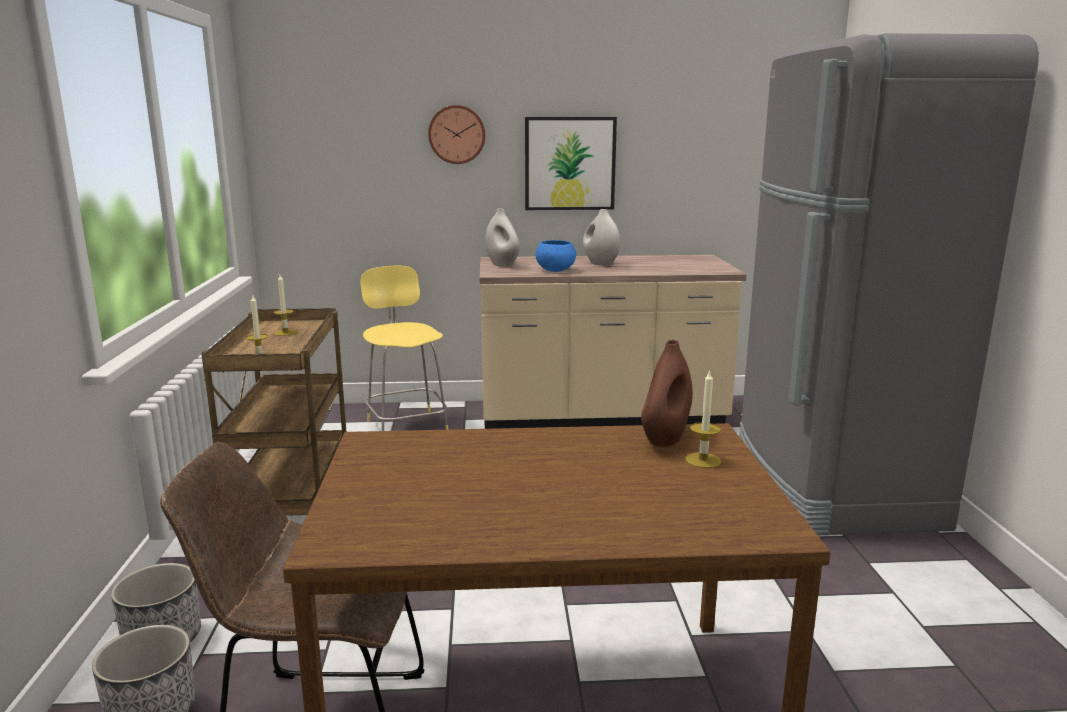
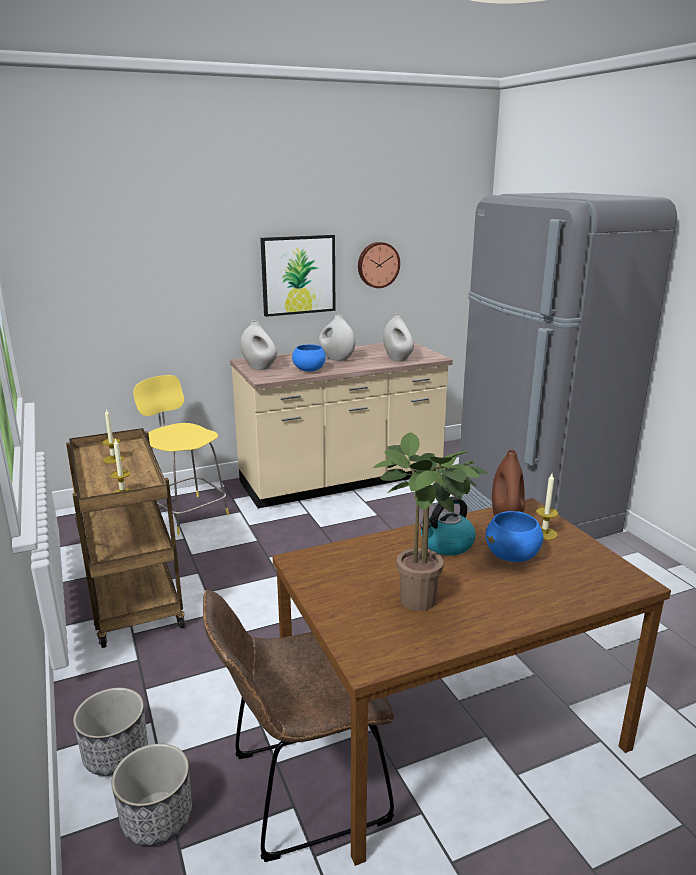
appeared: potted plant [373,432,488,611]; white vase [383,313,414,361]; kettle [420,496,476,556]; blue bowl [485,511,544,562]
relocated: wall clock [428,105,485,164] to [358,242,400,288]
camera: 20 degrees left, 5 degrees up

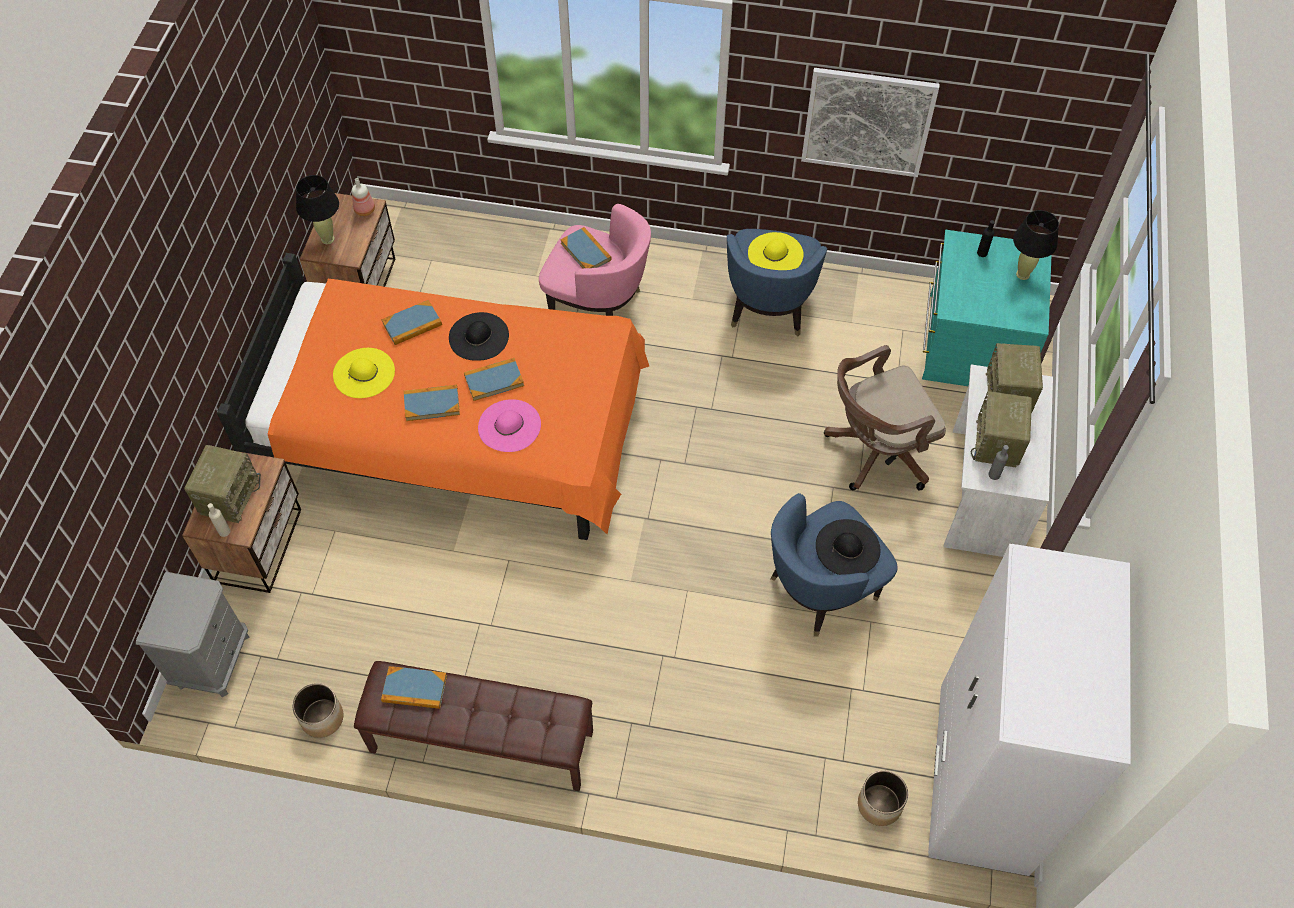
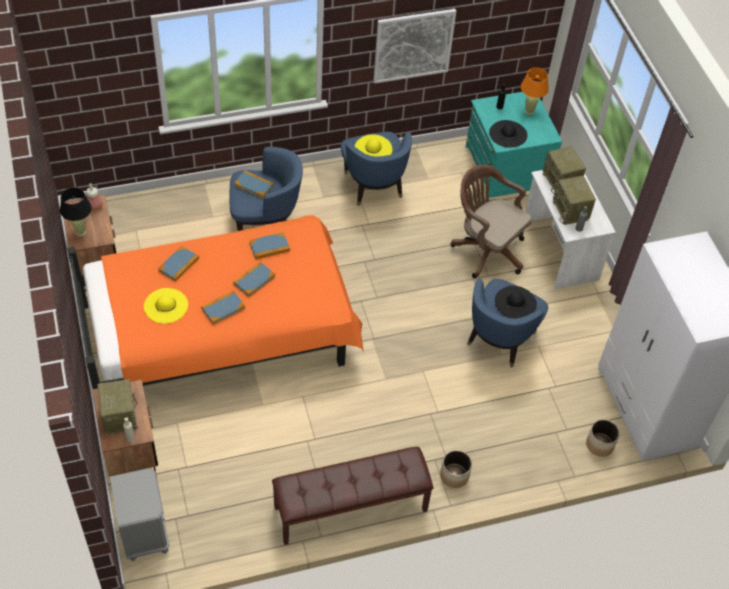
missing: pink hat [478,399,541,452]
relocated: planter [293,683,343,738] to [440,450,472,488]; book [381,666,447,709] to [249,232,290,259]; black hat [449,312,509,361] to [489,120,527,148]
colour: pink armchair [539,204,651,316] to blue armchair [230,147,303,231]; black table lamp [1013,210,1059,280] to orange table lamp [521,68,549,115]
spun: brown office chair [824,345,946,491] = [451,165,532,278] 90 degrees clockwise
camera: 30 degrees left, 5 degrees down

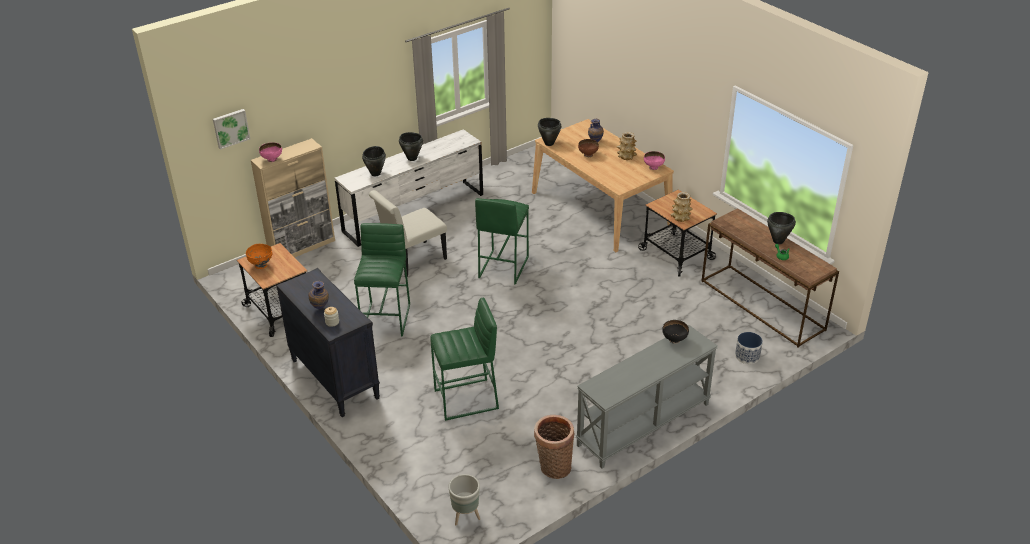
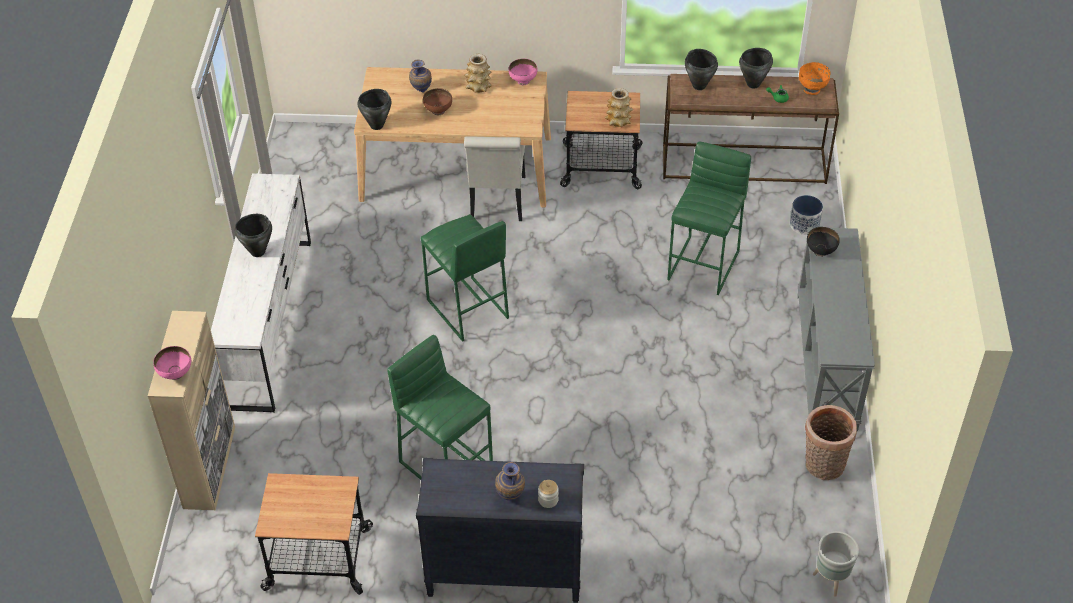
missing: picture [213,109,250,149]
relocated: orange bowl [246,244,272,269] to [799,62,831,95]; black cooking pot [362,146,386,176] to [685,49,718,90]; white chair [369,190,447,277] to [464,136,525,221]; green stool [430,298,499,421] to [667,141,751,295]
camera: 50 degrees left, 10 degrees up

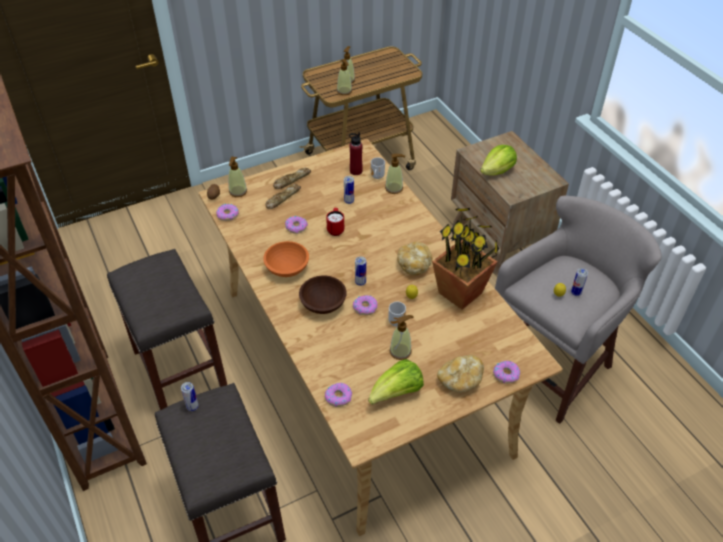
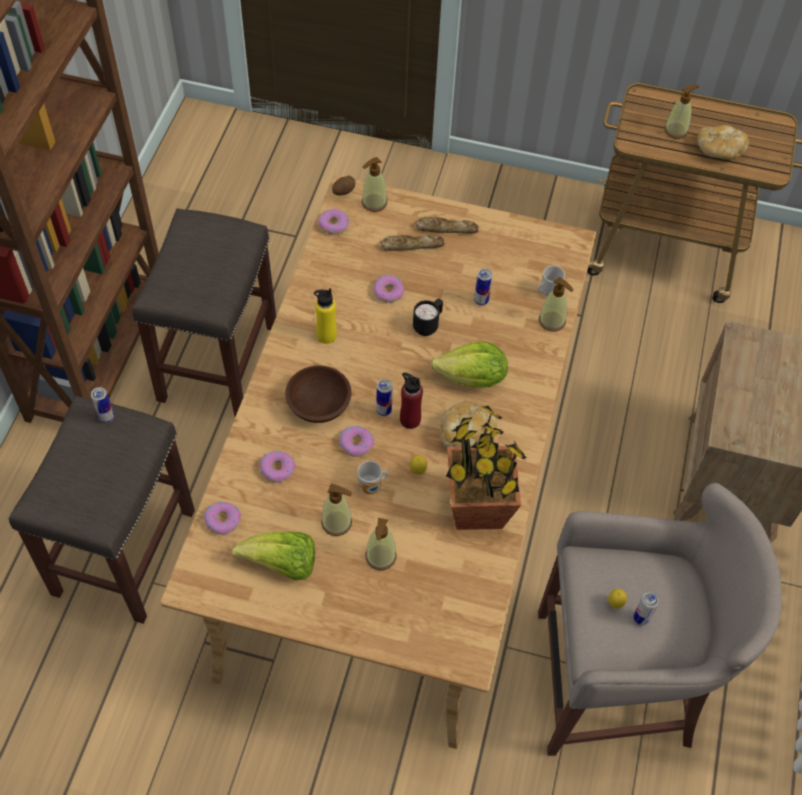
relocated: soap dispenser [337,59,352,95] to [365,518,396,570]; red bottle [349,132,363,175] to [400,372,423,429]; bread [437,355,484,393] to [697,125,749,159]; lettuce [480,145,517,176] to [431,342,508,387]; donut [493,361,520,384] to [260,450,296,483]
exchanged: orange bowl [263,241,309,277] to yellow bottle [314,288,337,344]
colour: red mug [326,208,344,236] to black mug [413,299,443,336]
camera: 40 degrees right, 10 degrees up

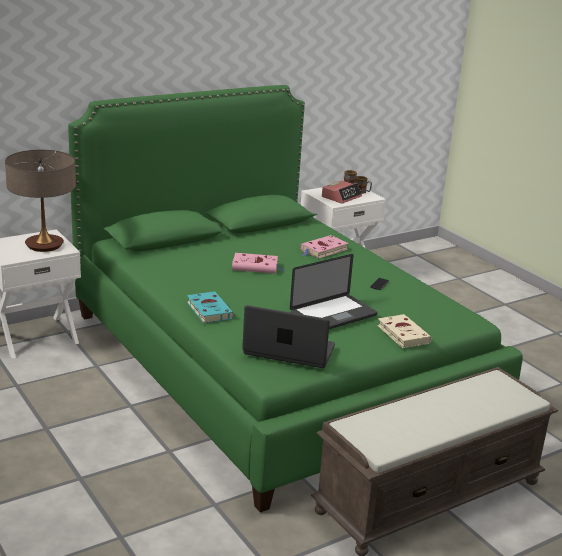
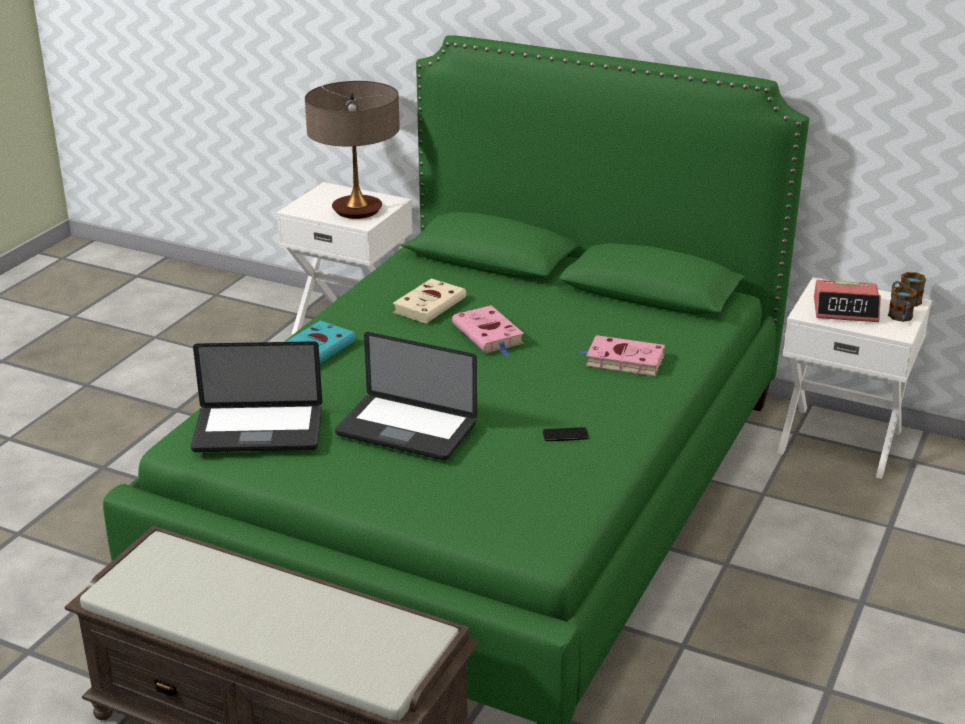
relocated: beige book [377,314,432,348] to [393,279,466,323]
spun: laptop [242,305,335,368] = [191,341,322,452] 105 degrees clockwise
camera: 60 degrees right, 5 degrees up

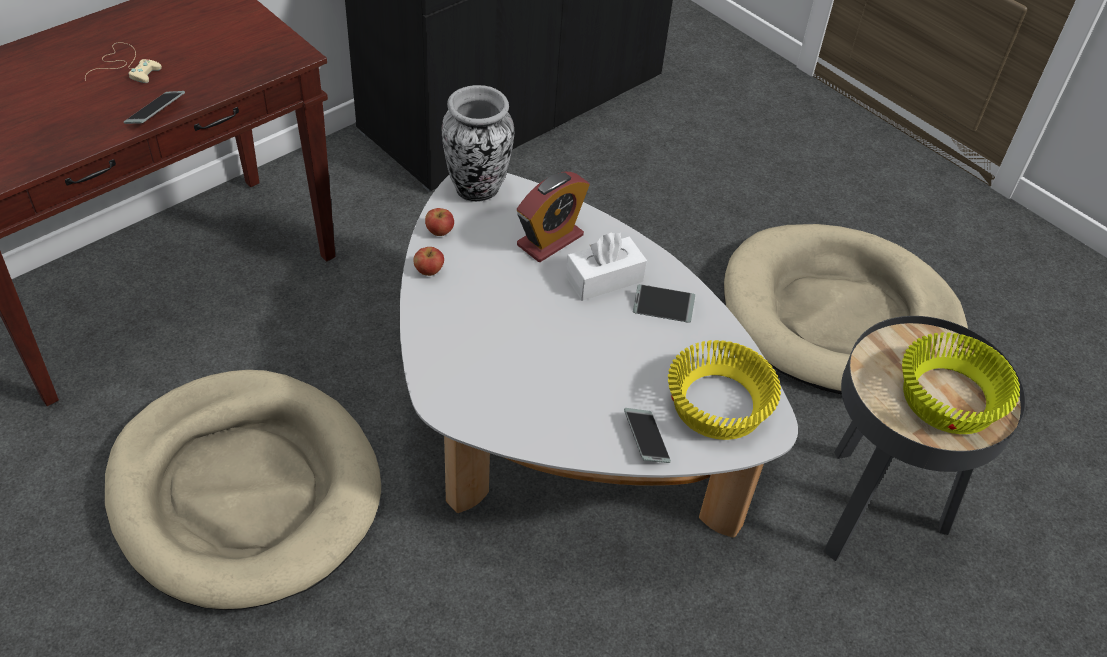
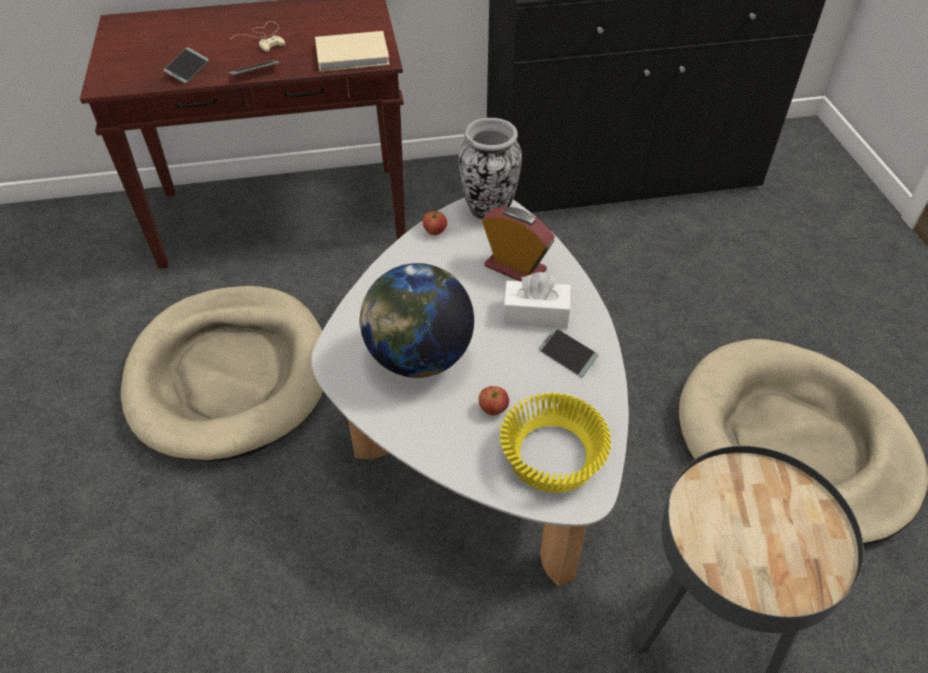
missing: yellow bowl [902,332,1020,434]
appeared: beige book [315,31,390,71]; globe [359,263,474,378]
relocated: apple [413,247,444,276] to [479,386,509,415]; phone [624,408,671,463] to [164,47,209,83]
spun: alarm clock [517,172,589,262] = [482,207,555,281] 135 degrees counterclockwise
camera: 35 degrees right, 0 degrees up

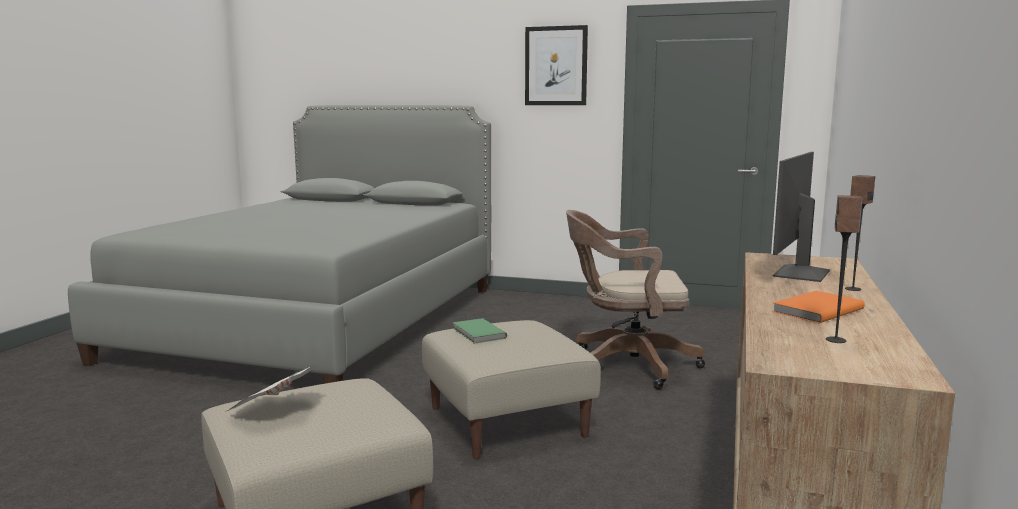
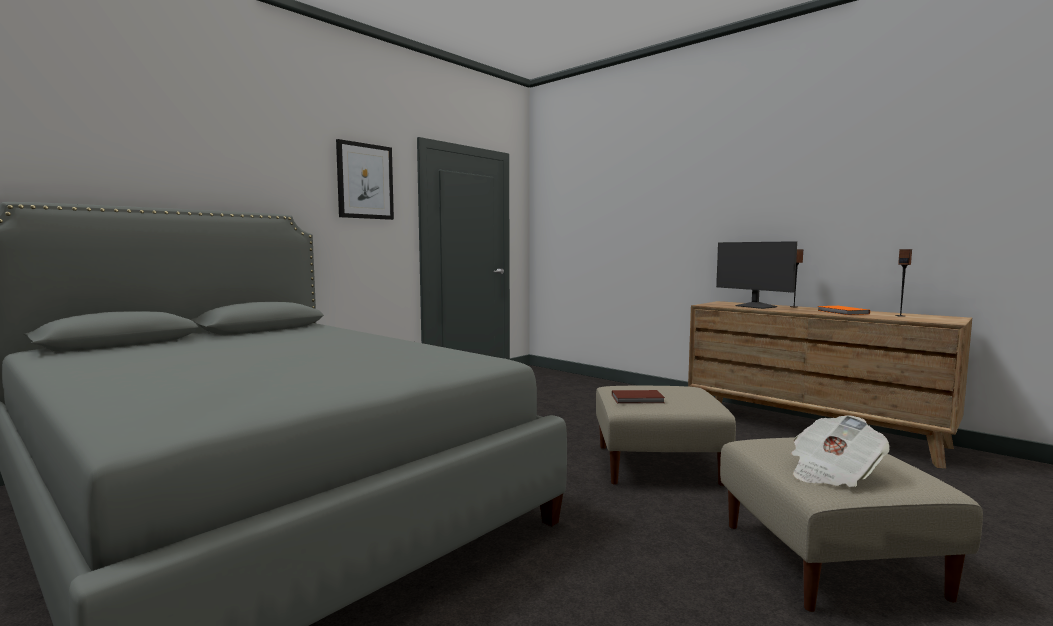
missing: brown office chair [566,210,705,390]
colour: green book [453,318,507,344] to brown book [612,390,665,404]
camera: 65 degrees left, 5 degrees down

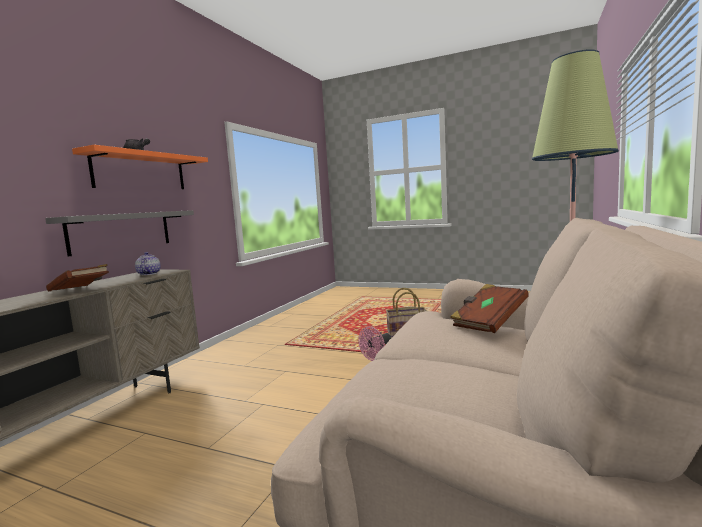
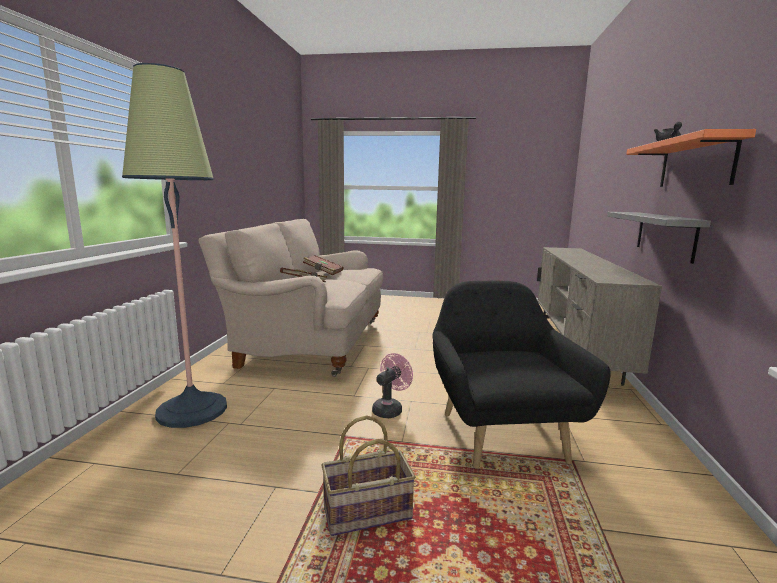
missing: teapot [135,252,161,275]
appeared: black armchair [433,281,611,469]
relocated: brown book [46,264,109,291] to [303,255,344,275]
camera: 165 degrees right, 5 degrees up

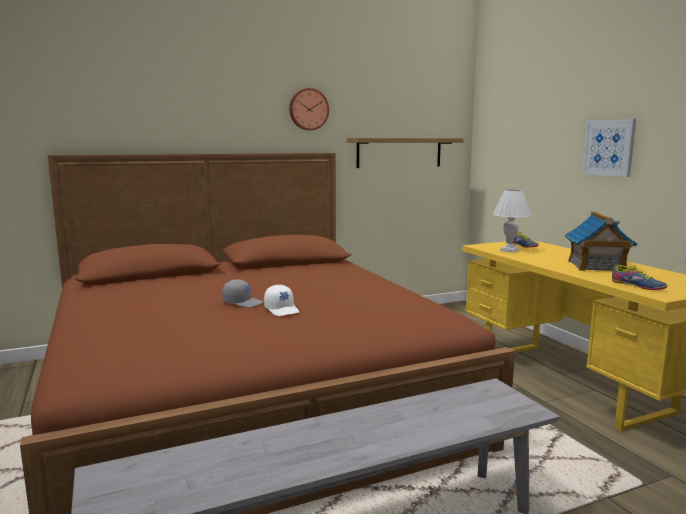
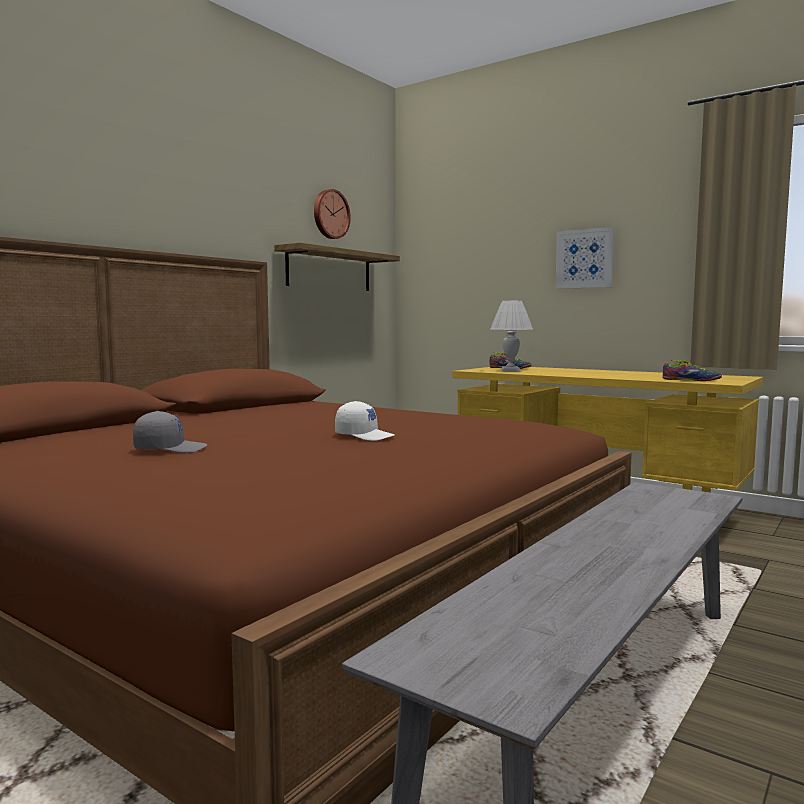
missing: toy house [565,212,638,271]
relocated: grey cap [222,279,263,308] to [133,411,208,453]; wall clock [289,88,329,130] to [314,189,351,239]
camera: 30 degrees left, 5 degrees down

